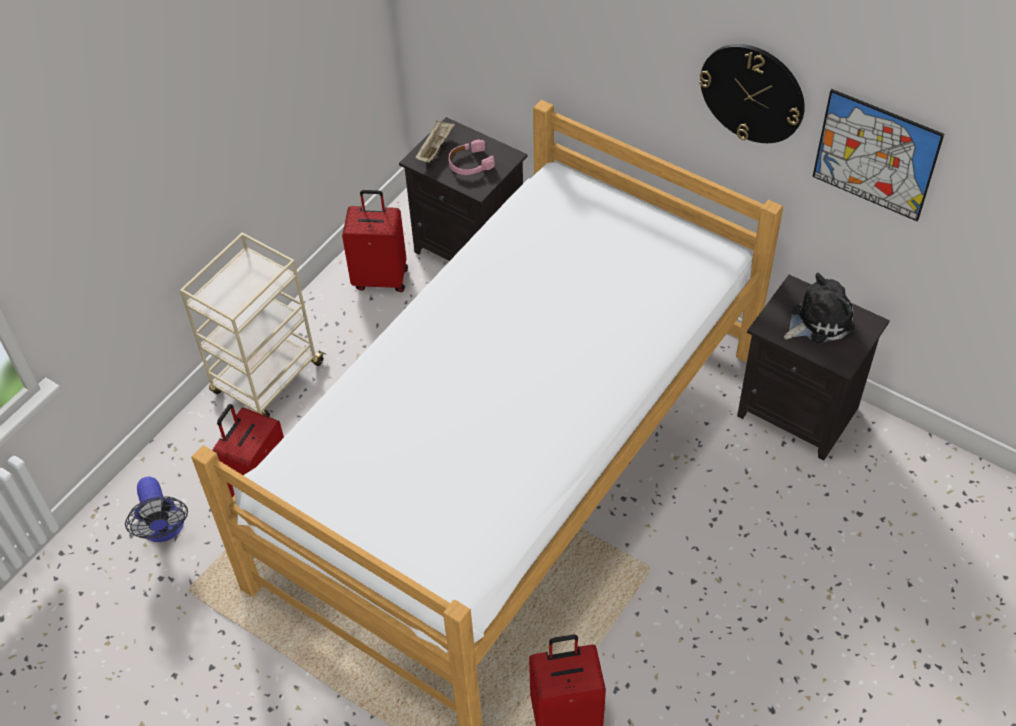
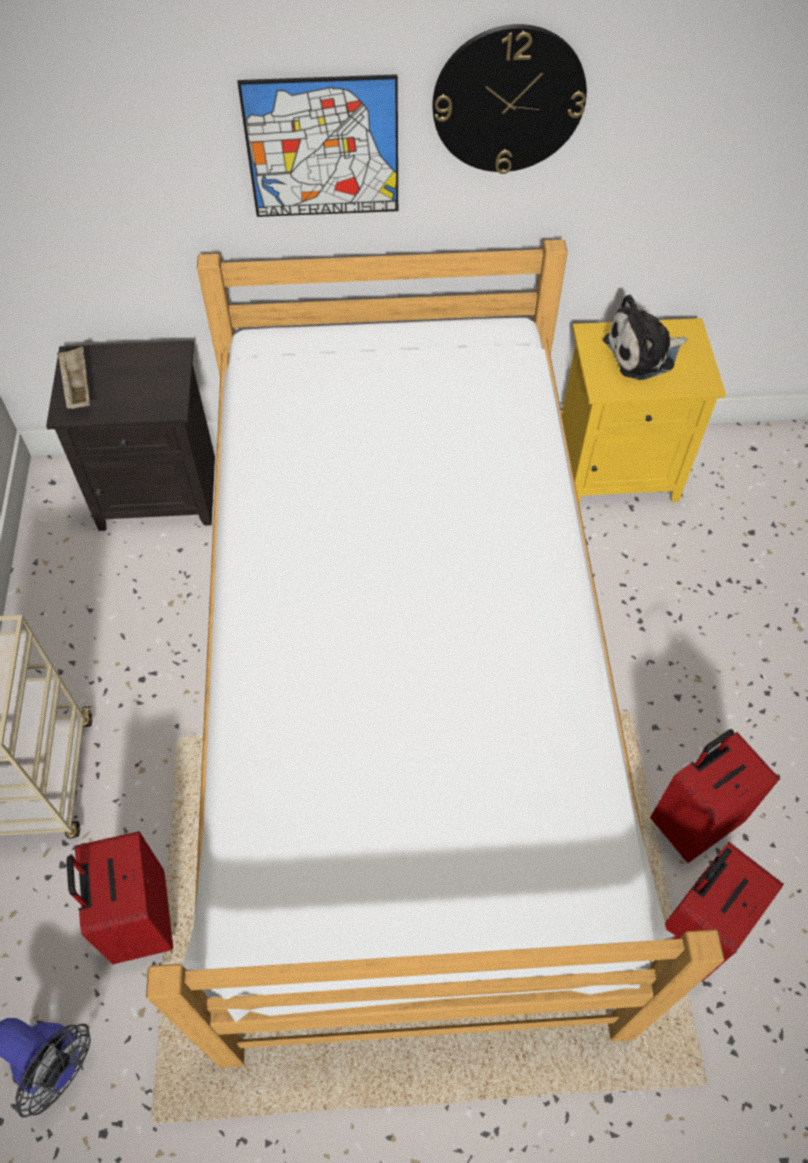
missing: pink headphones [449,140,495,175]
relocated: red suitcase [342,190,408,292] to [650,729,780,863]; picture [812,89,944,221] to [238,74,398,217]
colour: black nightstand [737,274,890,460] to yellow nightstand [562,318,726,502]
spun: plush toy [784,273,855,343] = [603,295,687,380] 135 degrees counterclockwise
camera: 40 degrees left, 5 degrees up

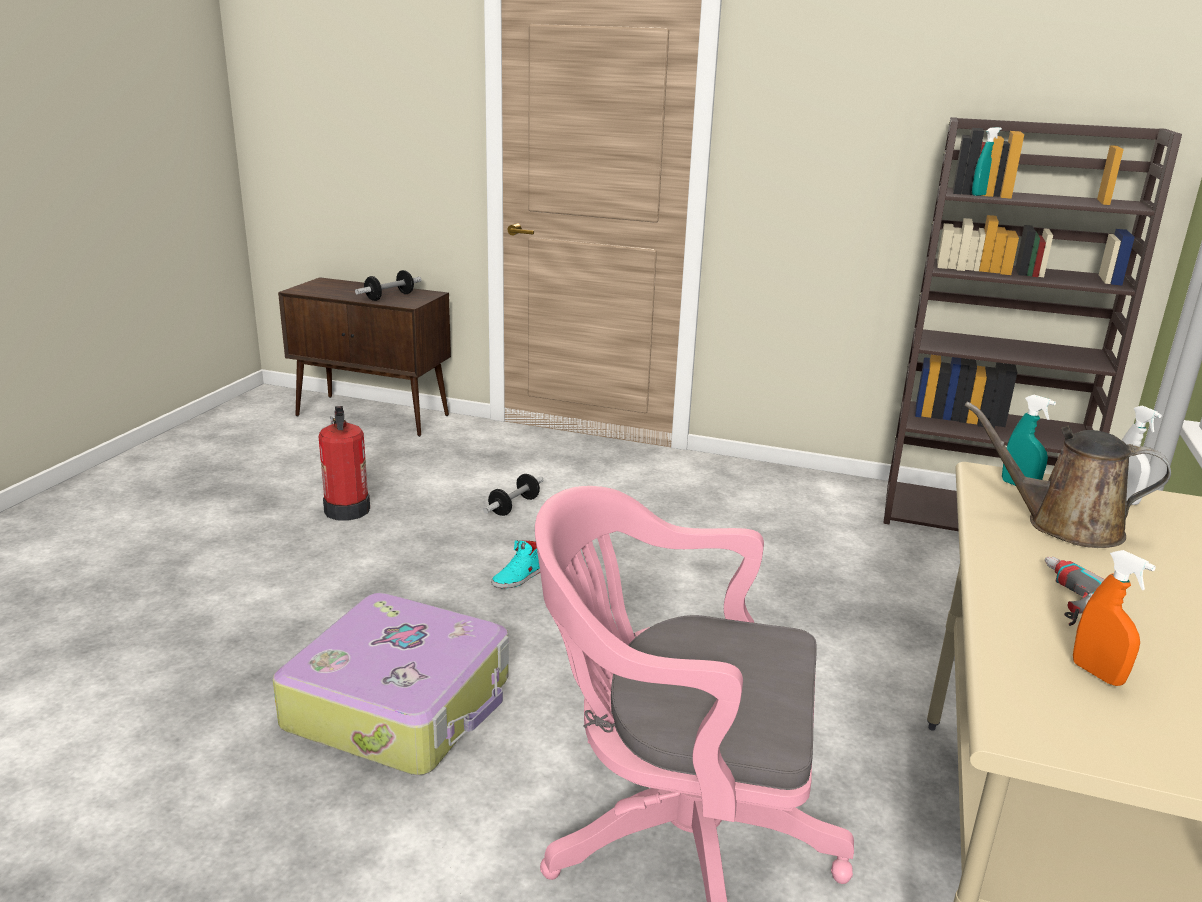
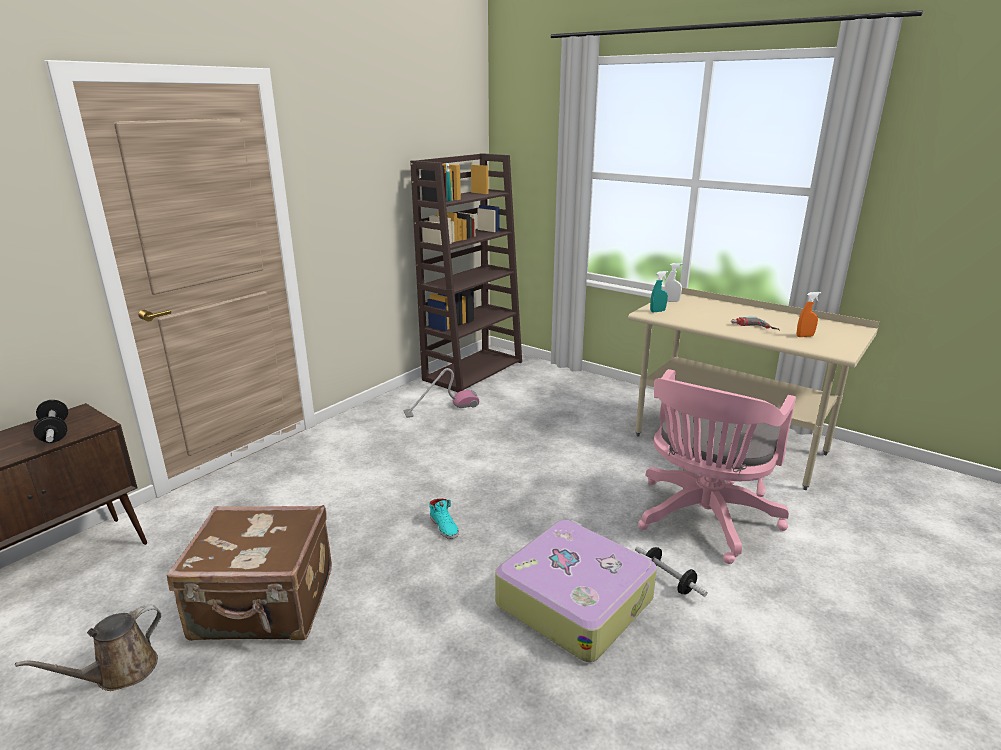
appeared: vacuum cleaner [403,368,479,418]
relocated: dumbbell [483,474,543,516] to [635,546,707,597]; brown watering can [965,402,1171,548] to [15,605,161,691]
exchanged: fire extinguisher [318,406,370,521] to brown suitcase [167,505,332,641]
camera: 70 degrees left, 0 degrees up

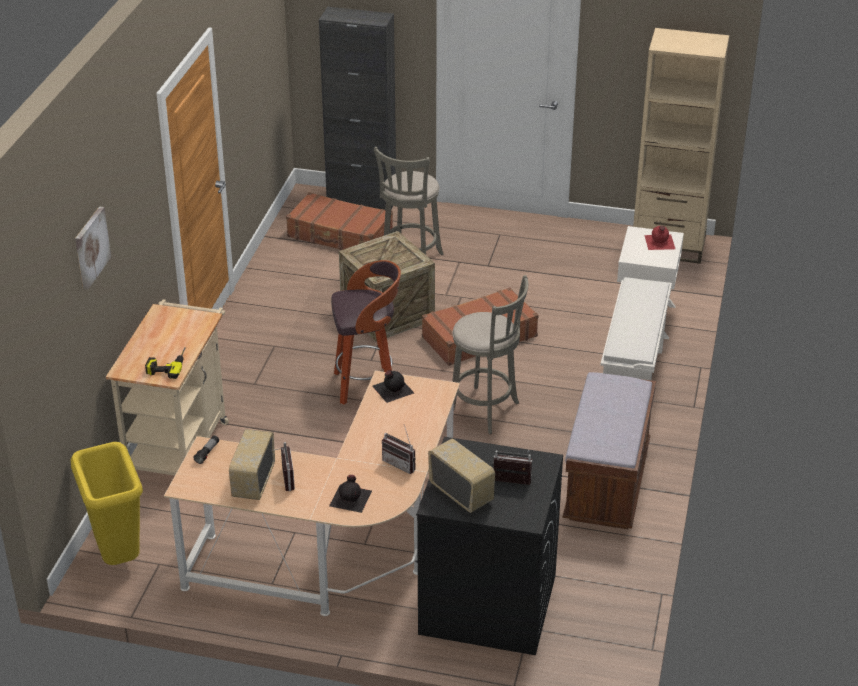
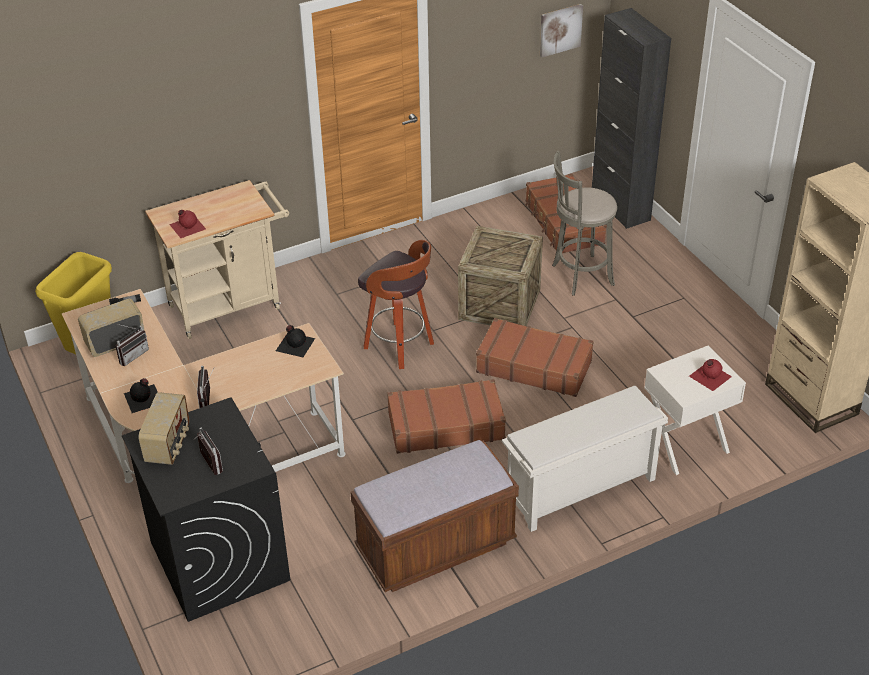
relocated: picture [75,206,111,290] to [540,4,583,57]
exchanged: power drill [145,348,185,379] to red bottle [169,210,206,238]; grey stool [452,275,528,434] to brown suitcase [387,379,506,454]
camera: 50 degrees right, 5 degrees up

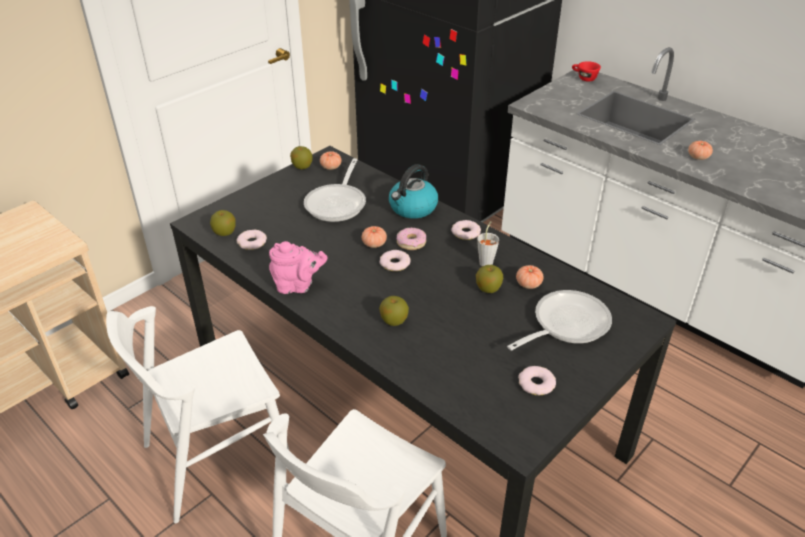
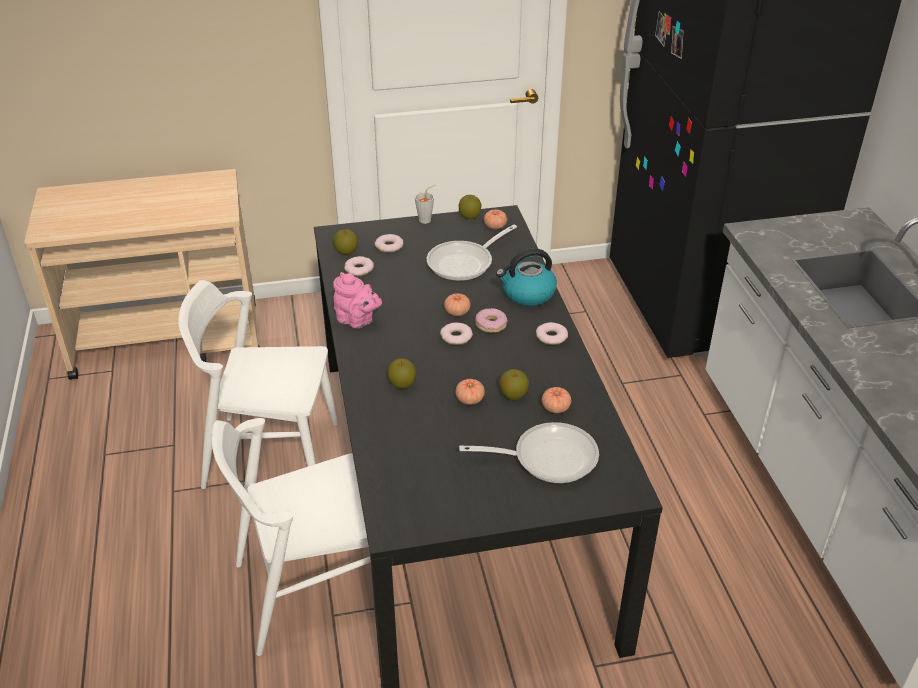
missing: red cup [572,61,601,81]
relocated: grey cup [477,221,499,267] to [415,184,436,224]; donut [518,366,556,395] to [374,234,404,253]; tomato [688,141,713,160] to [455,379,485,405]
camera: 35 degrees right, 0 degrees up

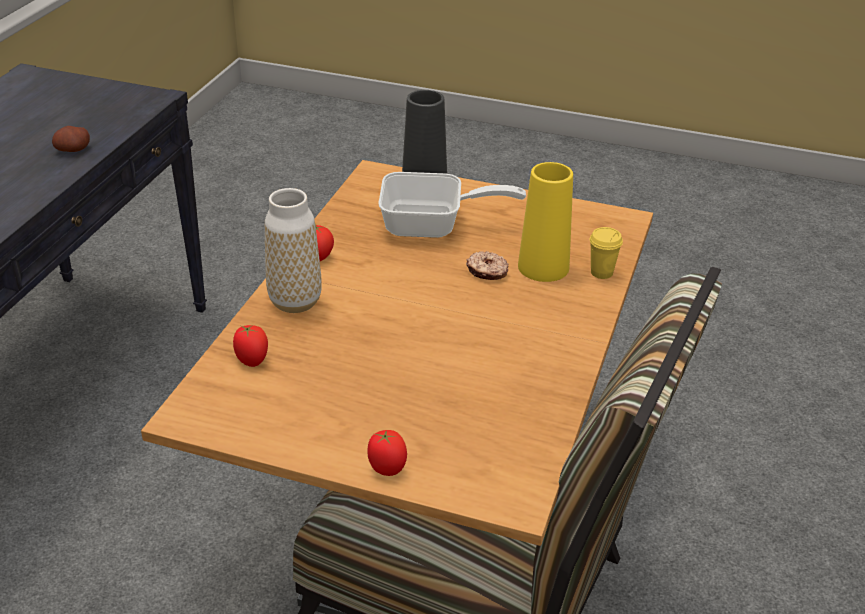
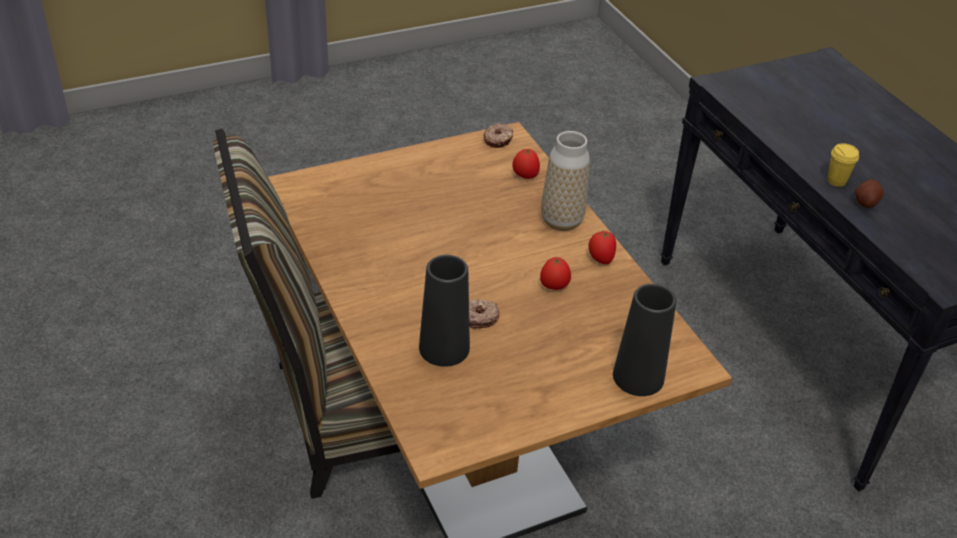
missing: frying pan [378,172,526,238]
appeared: donut [483,123,513,148]
relocated: tomato [367,430,407,476] to [540,257,571,290]; yellow cup [590,227,623,279] to [827,143,859,187]
colour: yellow vase [518,162,573,282] to black vase [419,255,470,367]
camera: 135 degrees right, 5 degrees up

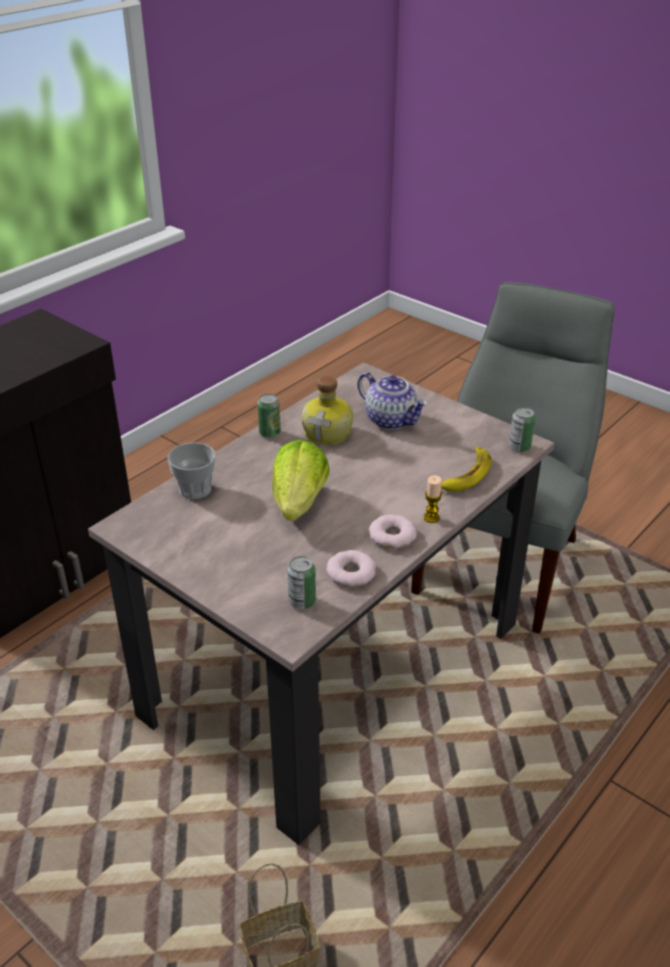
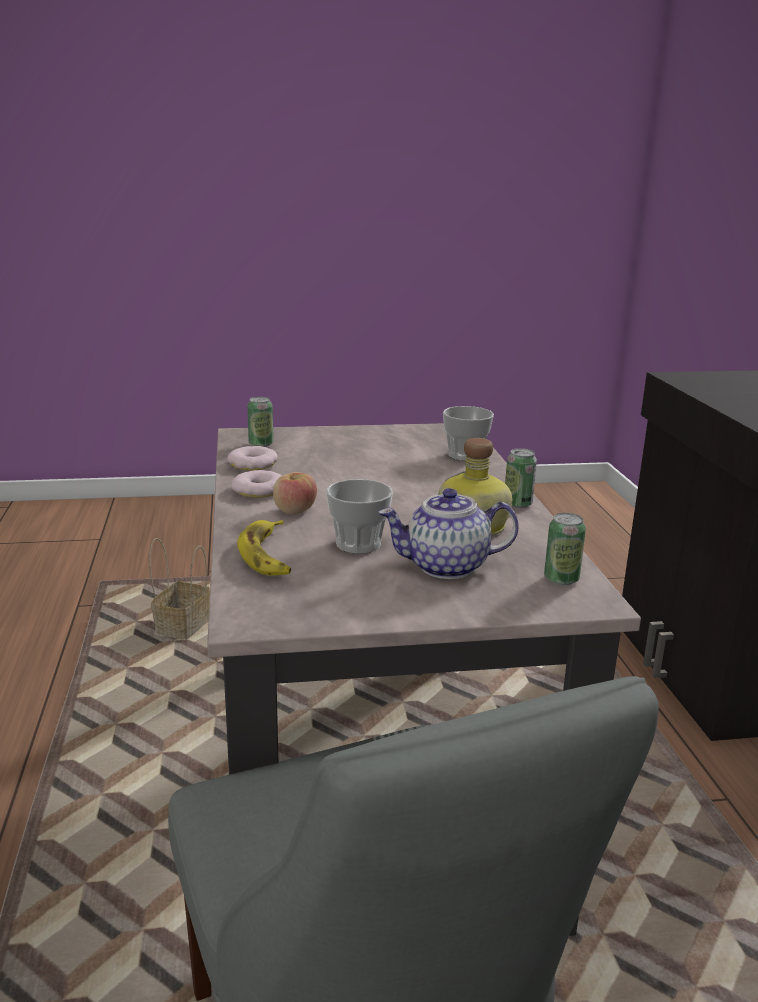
missing: lettuce [272,439,330,521]; candle [424,475,442,523]
appeared: apple [273,472,317,514]; cup [326,479,393,554]
relocated: can [509,407,535,452] to [544,513,586,585]
camera: 130 degrees right, 15 degrees down

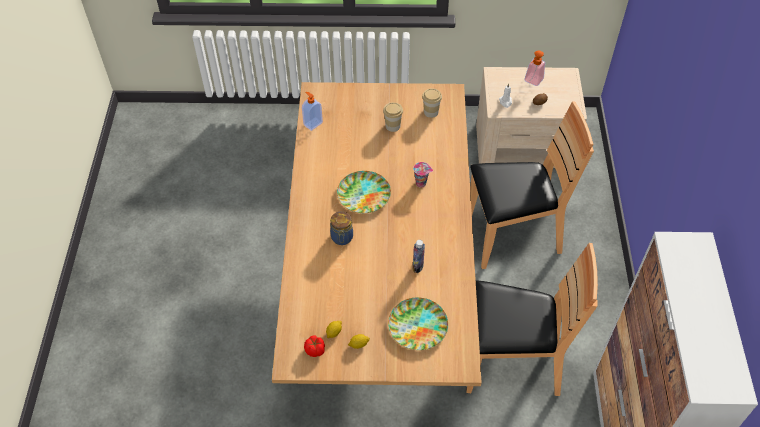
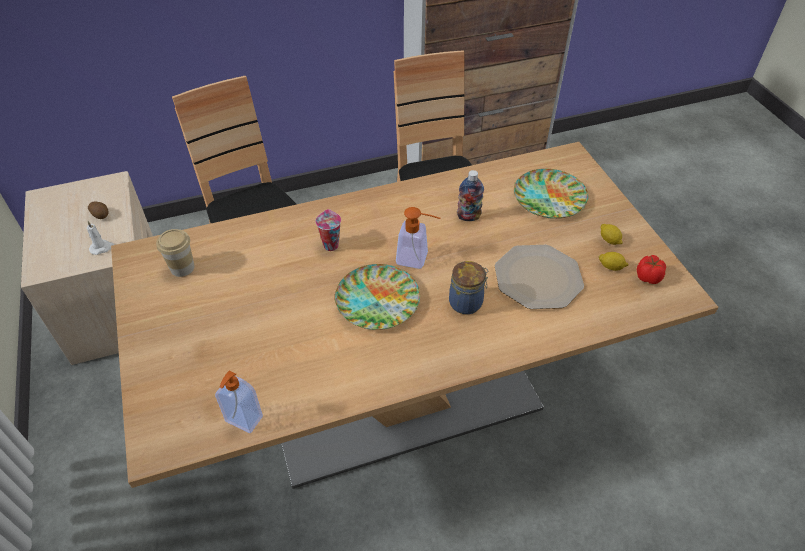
missing: cup [383,102,403,132]
appeared: plate [495,245,584,309]
relocated: soap dispenser [524,51,545,86] to [396,207,441,269]
camera: 110 degrees left, 5 degrees down

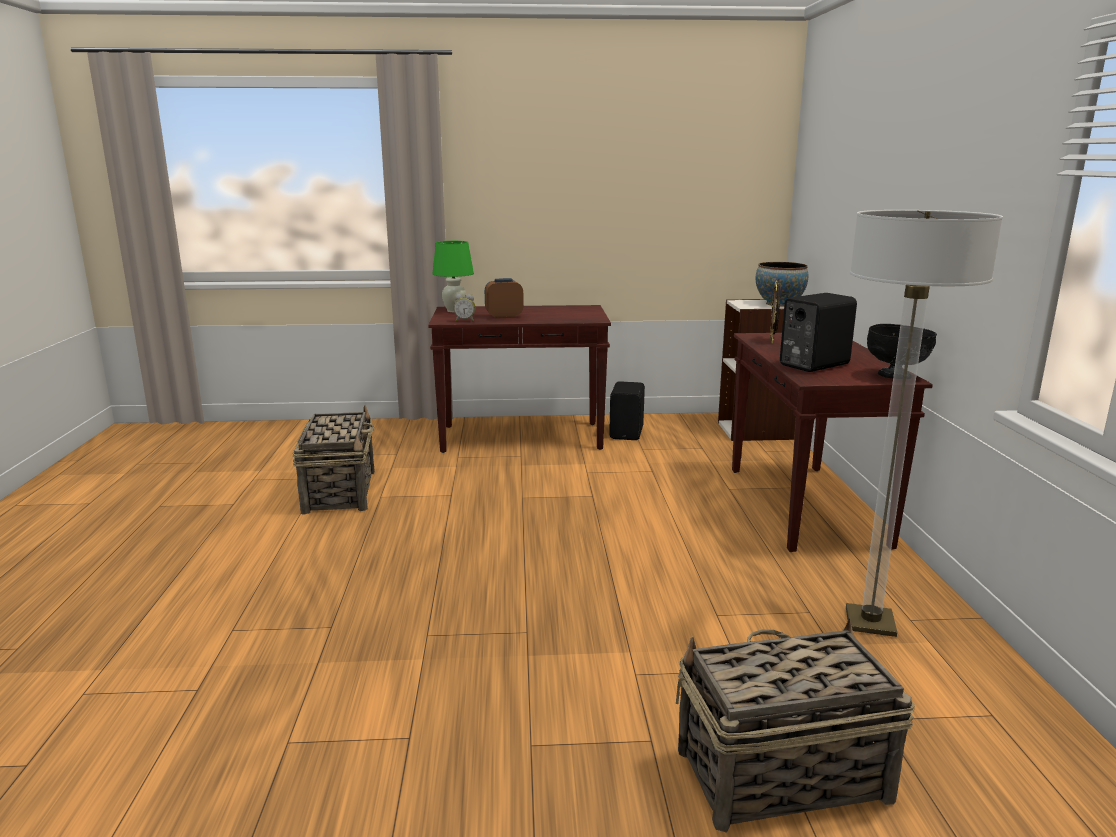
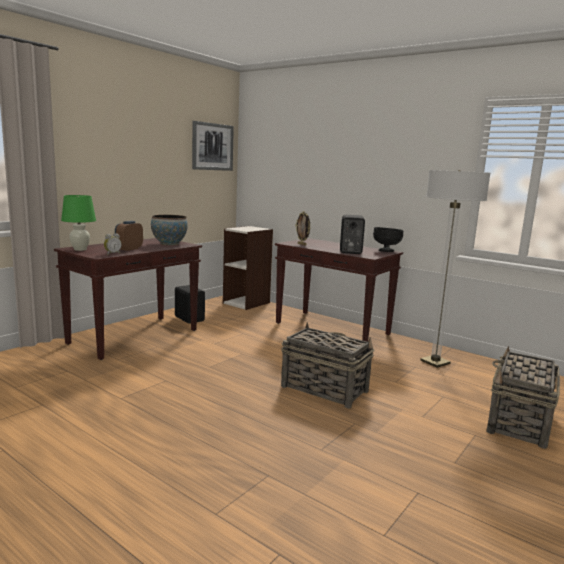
appeared: picture [192,121,234,171]
relocated: basket [293,405,375,515] to [281,322,374,409]; bowl [756,262,808,307] to [151,215,188,245]
camera: 50 degrees left, 5 degrees down

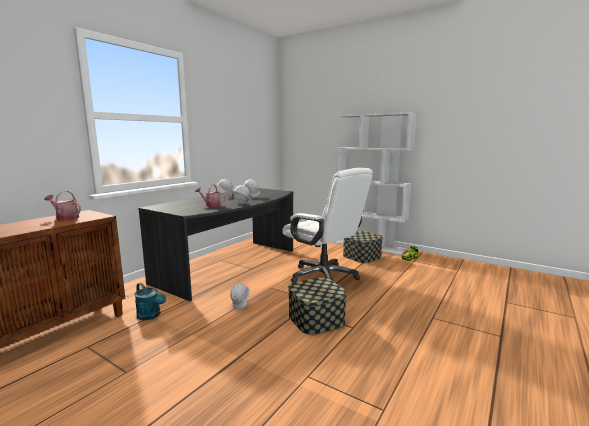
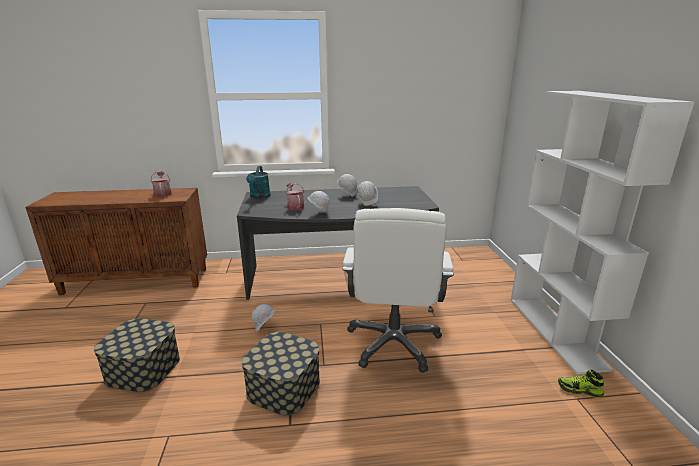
relocated: turquoise watering can [134,283,166,320] to [246,166,270,199]; storage box [343,231,383,263] to [94,318,180,392]
camera: 50 degrees right, 10 degrees up

